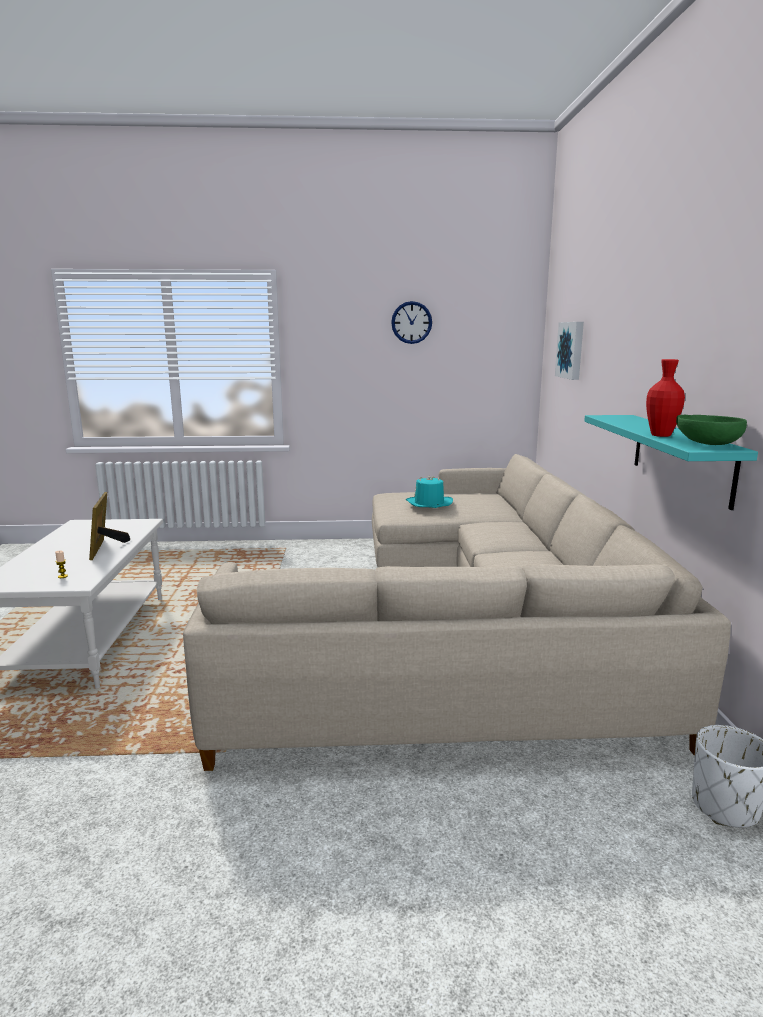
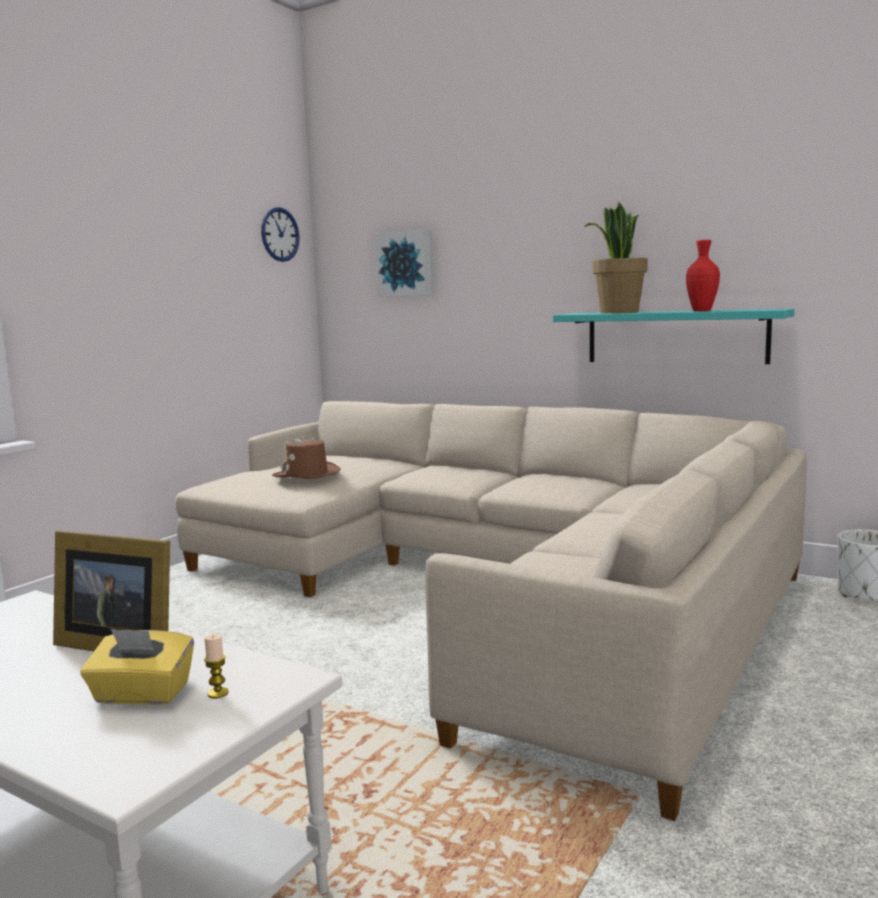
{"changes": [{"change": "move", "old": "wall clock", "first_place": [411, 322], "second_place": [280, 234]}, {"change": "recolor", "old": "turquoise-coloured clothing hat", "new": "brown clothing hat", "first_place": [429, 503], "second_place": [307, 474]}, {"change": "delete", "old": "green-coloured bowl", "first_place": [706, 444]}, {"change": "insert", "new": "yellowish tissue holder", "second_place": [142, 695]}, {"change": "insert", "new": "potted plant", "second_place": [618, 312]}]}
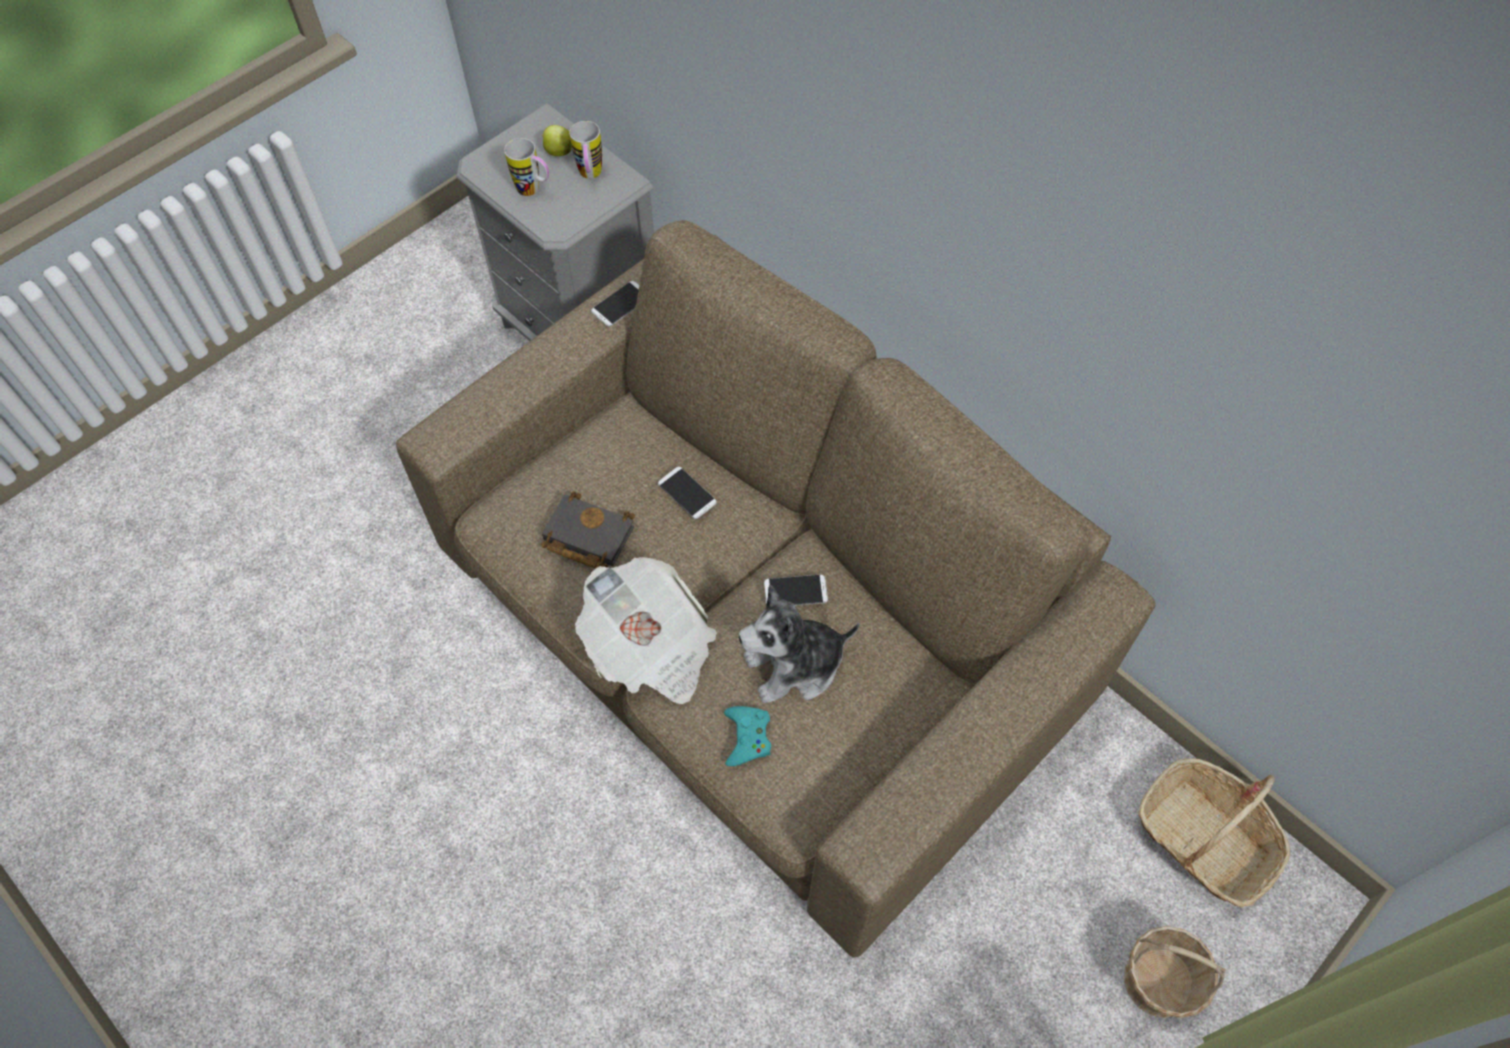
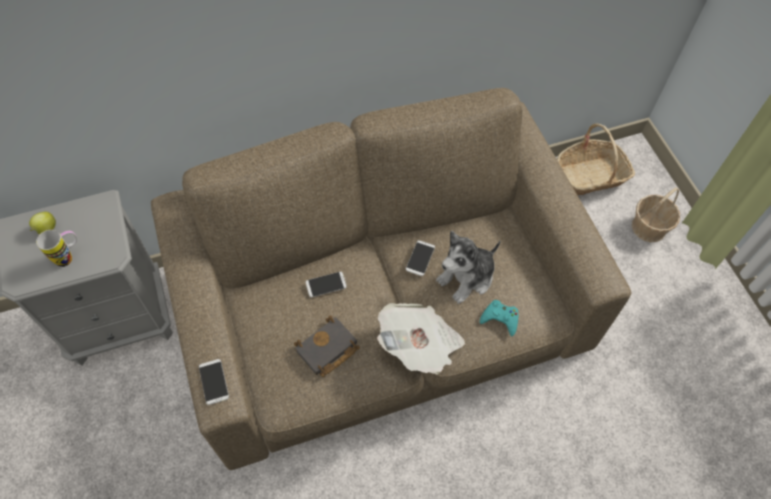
{"changes": [{"change": "delete", "old": "coffee mug", "first_place": [590, 176]}, {"change": "move", "old": "phone", "first_place": [621, 304], "second_place": [213, 382]}, {"change": "rotate", "old": "plush toy", "first_place": [795, 666], "second_place": [467, 277], "degrees": 45}]}
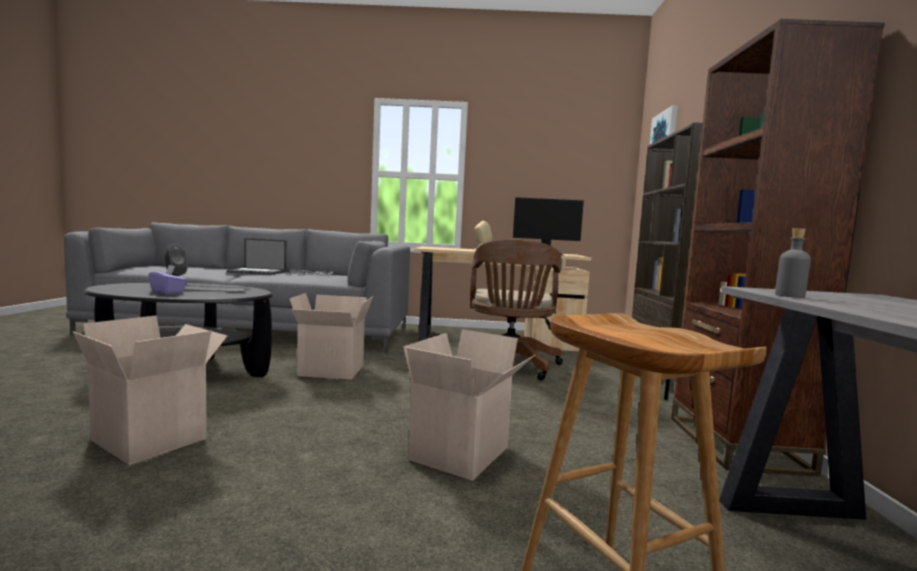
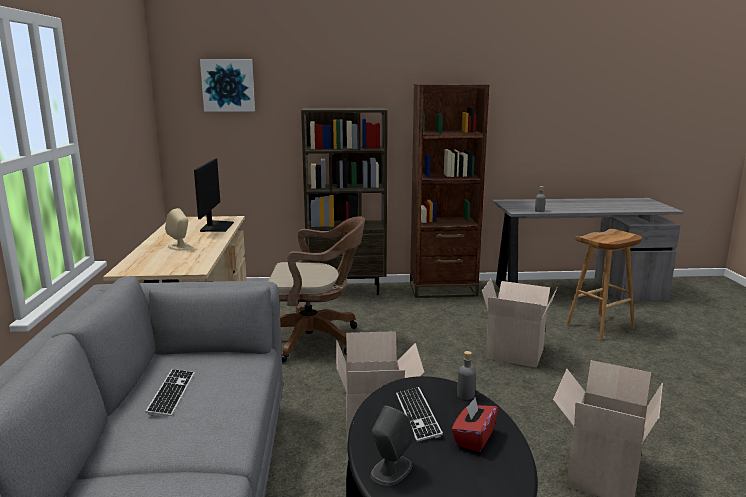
{"changes": [{"change": "recolor", "old": "purplish tissue holder", "new": "reddish tissue holder", "first_place": [168, 292], "second_place": [473, 438]}, {"change": "delete", "old": "notebook computer", "first_place": [258, 272]}, {"change": "insert", "new": "greyish bottle", "second_place": [465, 395]}]}
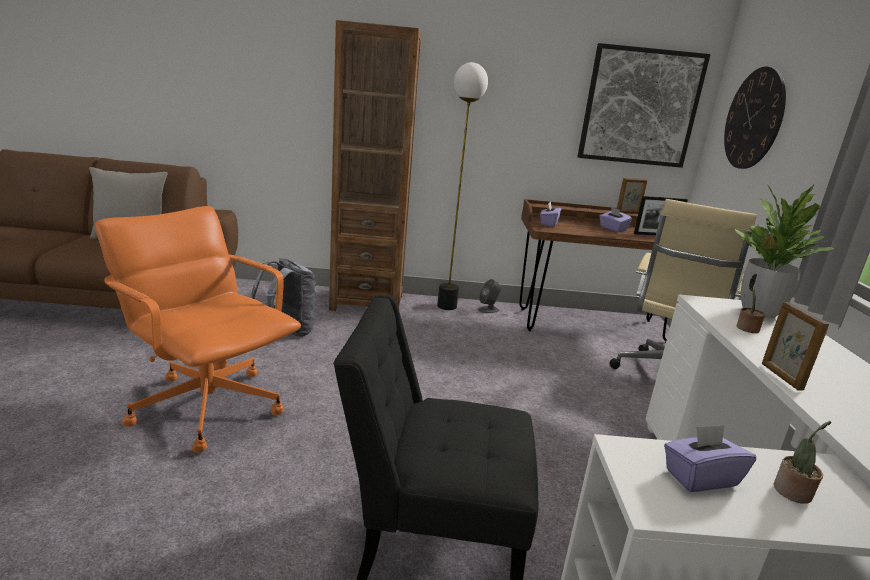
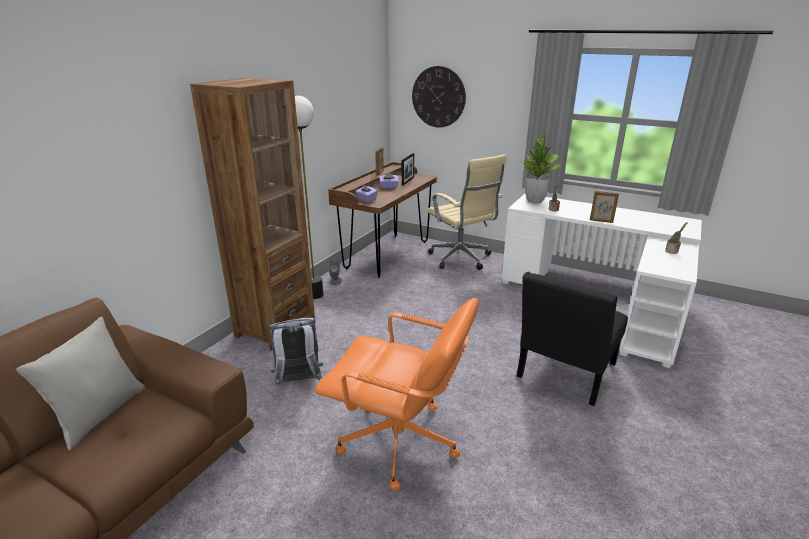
{"changes": [{"change": "rotate", "old": "orangey office chair", "first_place": [208, 405], "second_place": [400, 443], "degrees": -135}, {"change": "delete", "old": "wall picture", "first_place": [640, 107]}, {"change": "delete", "old": "purplish tissue holder", "first_place": [700, 477]}]}
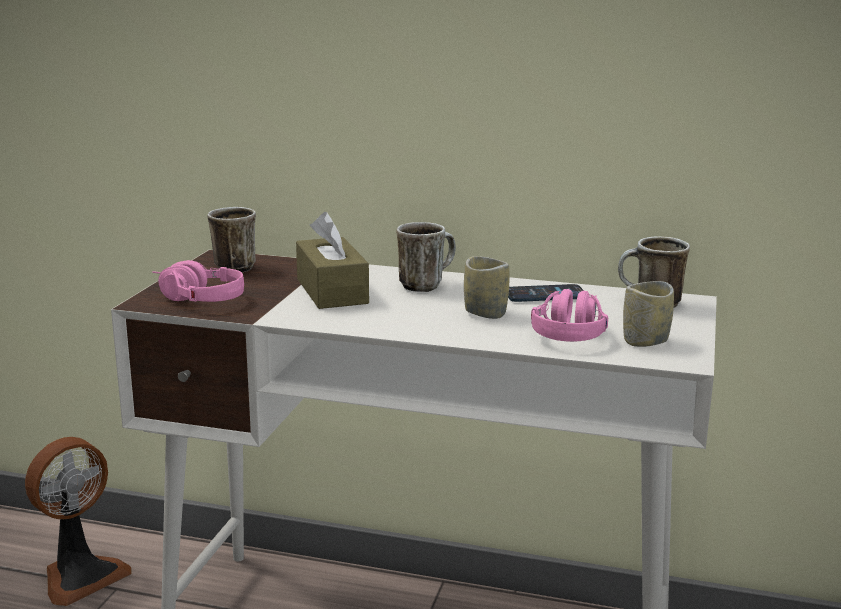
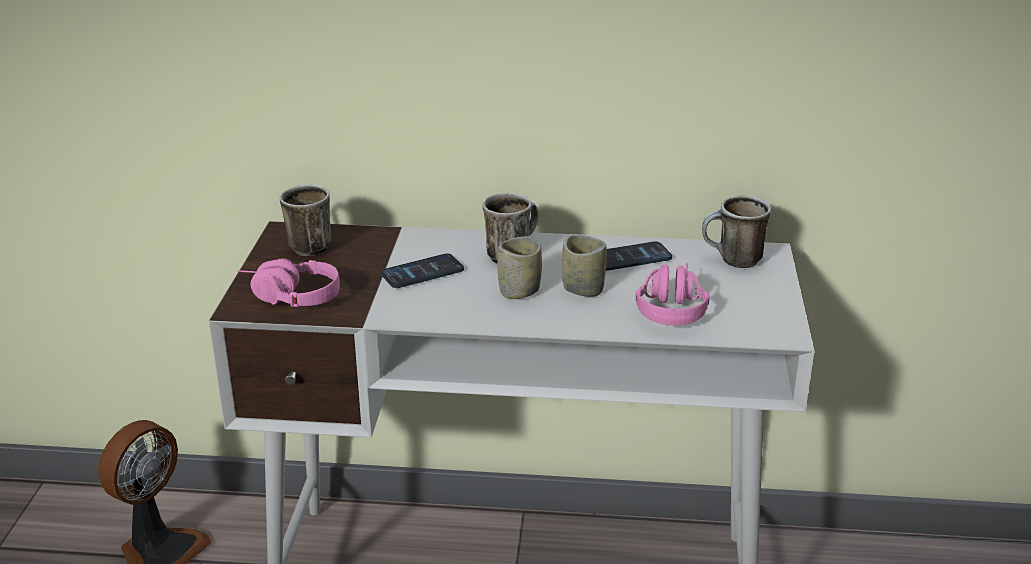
{"changes": [{"change": "replace", "old": "brown tissue holder", "new": "phone", "first_place": [332, 291], "second_place": [422, 272]}, {"change": "move", "old": "drinking cup", "first_place": [645, 341], "second_place": [519, 291]}]}
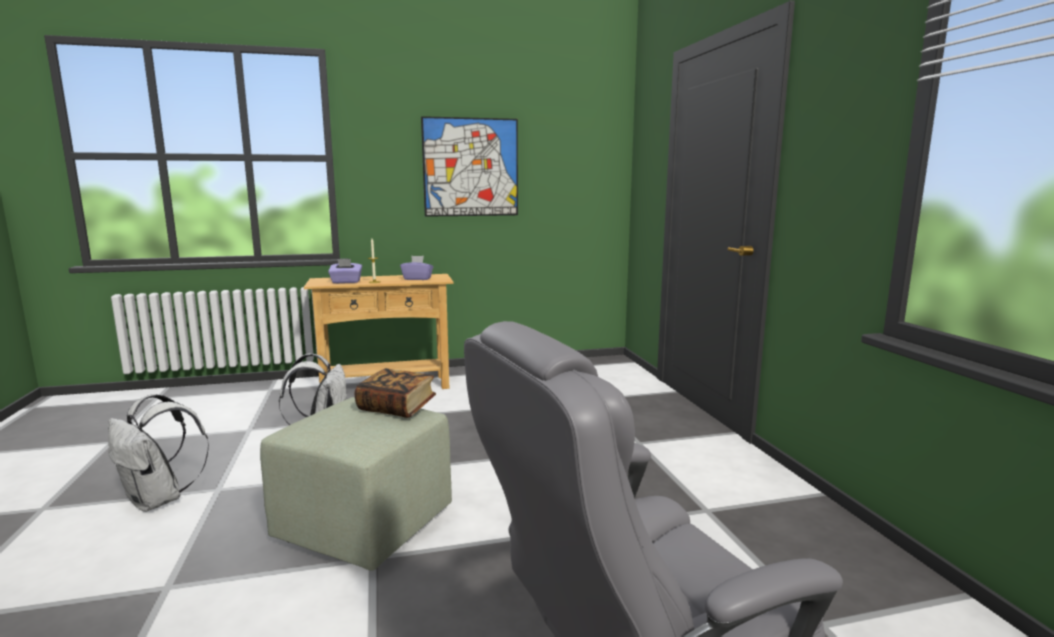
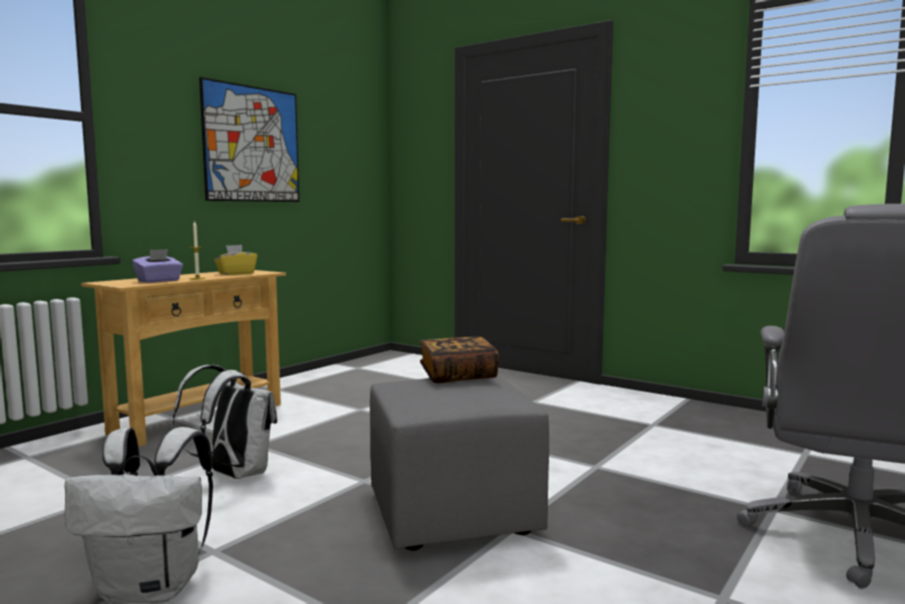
{"changes": [{"change": "recolor", "old": "green-coloured pouffe", "new": "greyish pouffe", "first_place": [364, 527], "second_place": [454, 515]}, {"change": "recolor", "old": "purplish tissue holder", "new": "yellowish tissue holder", "first_place": [417, 279], "second_place": [236, 273]}]}
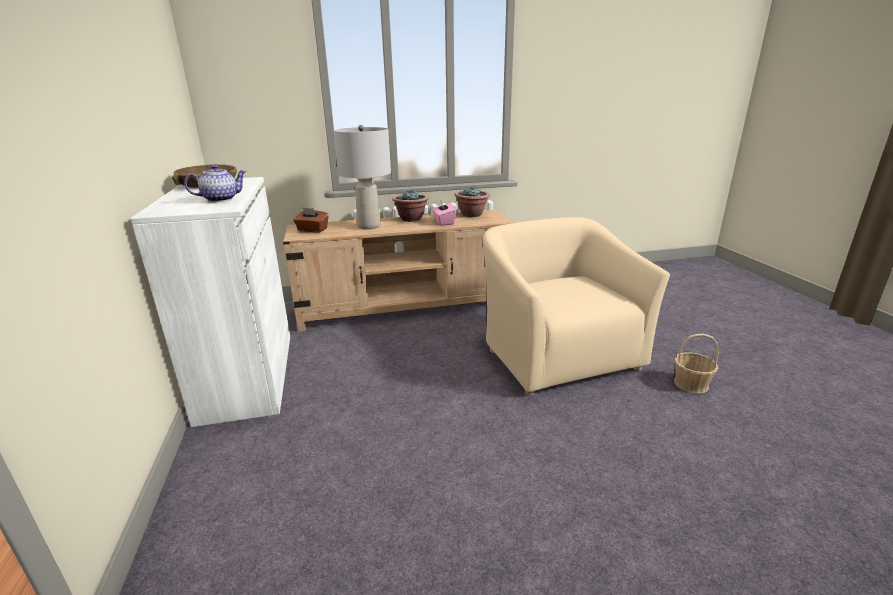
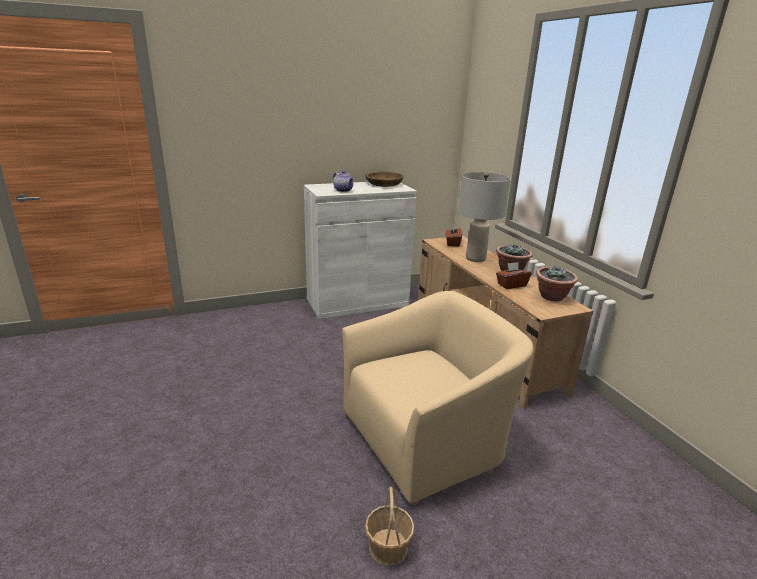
{"changes": [{"change": "recolor", "old": "pink-coloured tissue holder", "new": "brown tissue holder", "first_place": [443, 222], "second_place": [511, 285]}]}
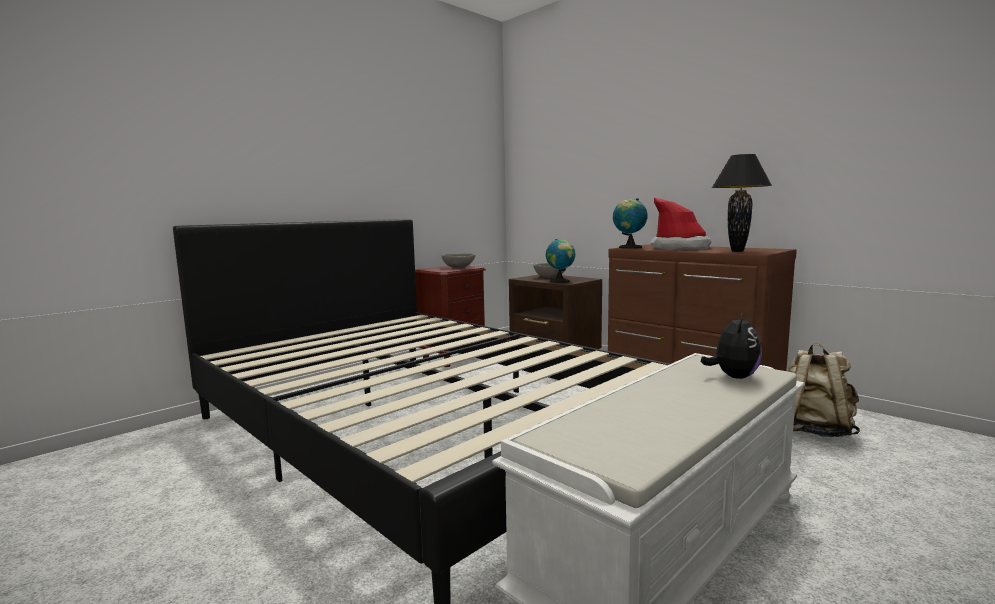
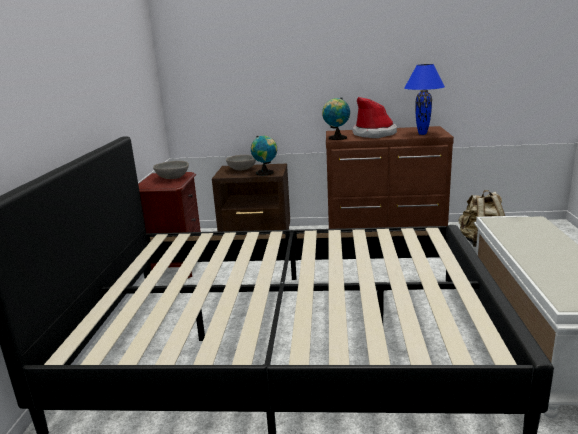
{"changes": [{"change": "delete", "old": "plush toy", "first_place": [733, 377]}, {"change": "recolor", "old": "black-coloured lamp for a table", "new": "blue-coloured lamp for a table", "first_place": [737, 251], "second_place": [422, 134]}]}
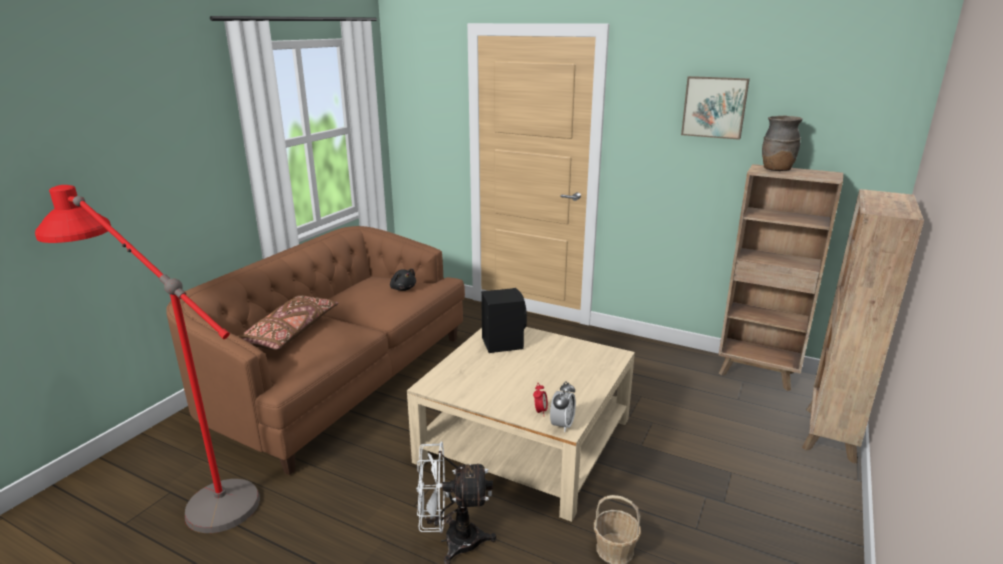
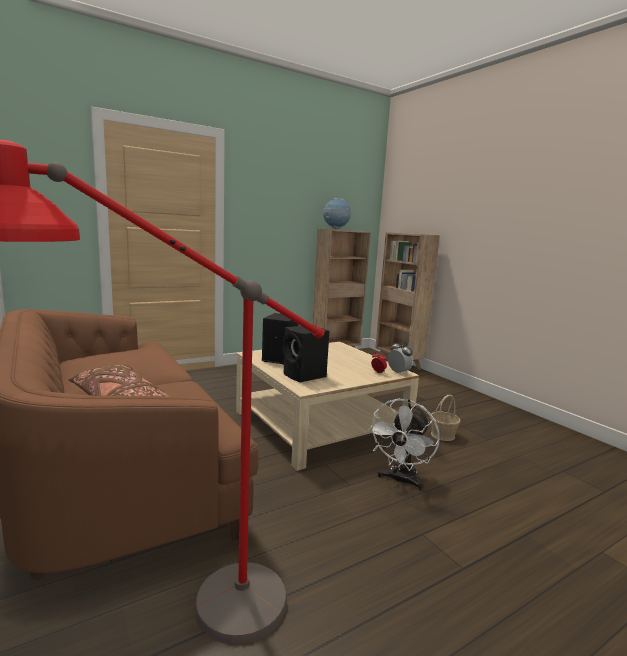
{"changes": [{"change": "delete", "old": "black-coloured plush toy", "first_place": [403, 288]}, {"change": "delete", "old": "wall picture", "first_place": [714, 107]}, {"change": "replace", "old": "brown flower vase", "new": "world globe", "first_place": [776, 170], "second_place": [336, 229]}, {"change": "insert", "new": "black-coloured speaker", "second_place": [305, 376]}]}
